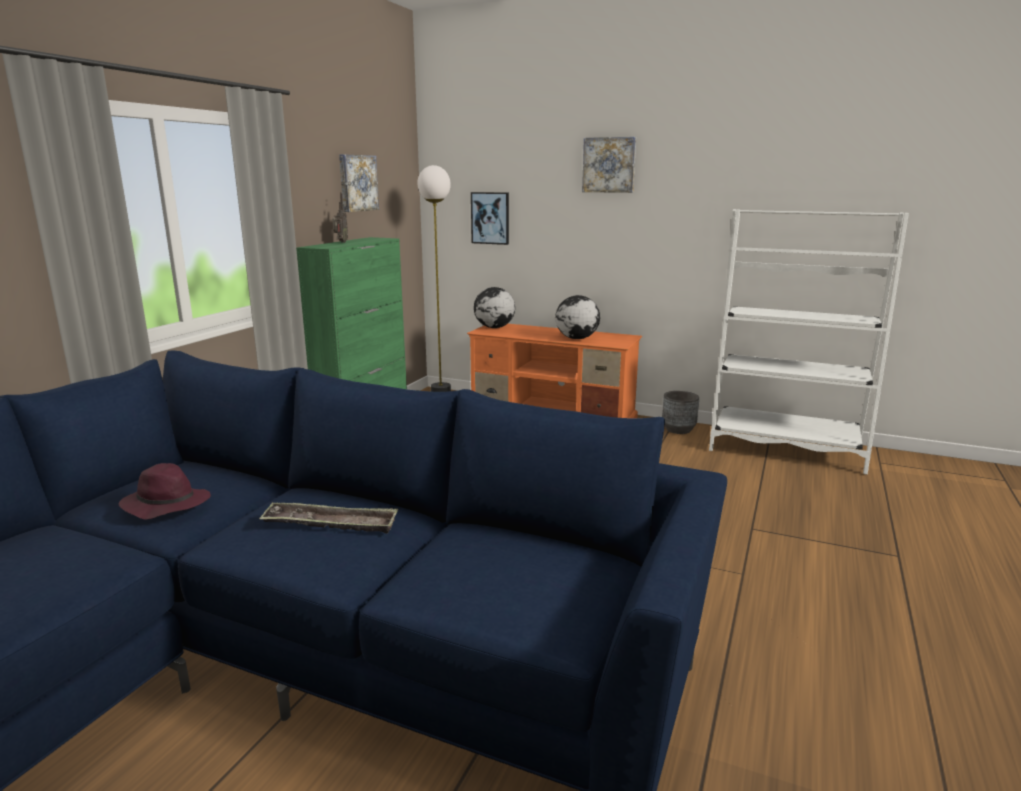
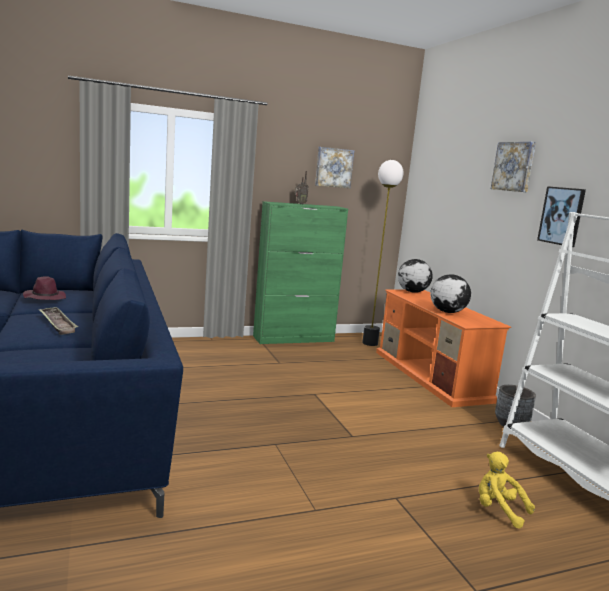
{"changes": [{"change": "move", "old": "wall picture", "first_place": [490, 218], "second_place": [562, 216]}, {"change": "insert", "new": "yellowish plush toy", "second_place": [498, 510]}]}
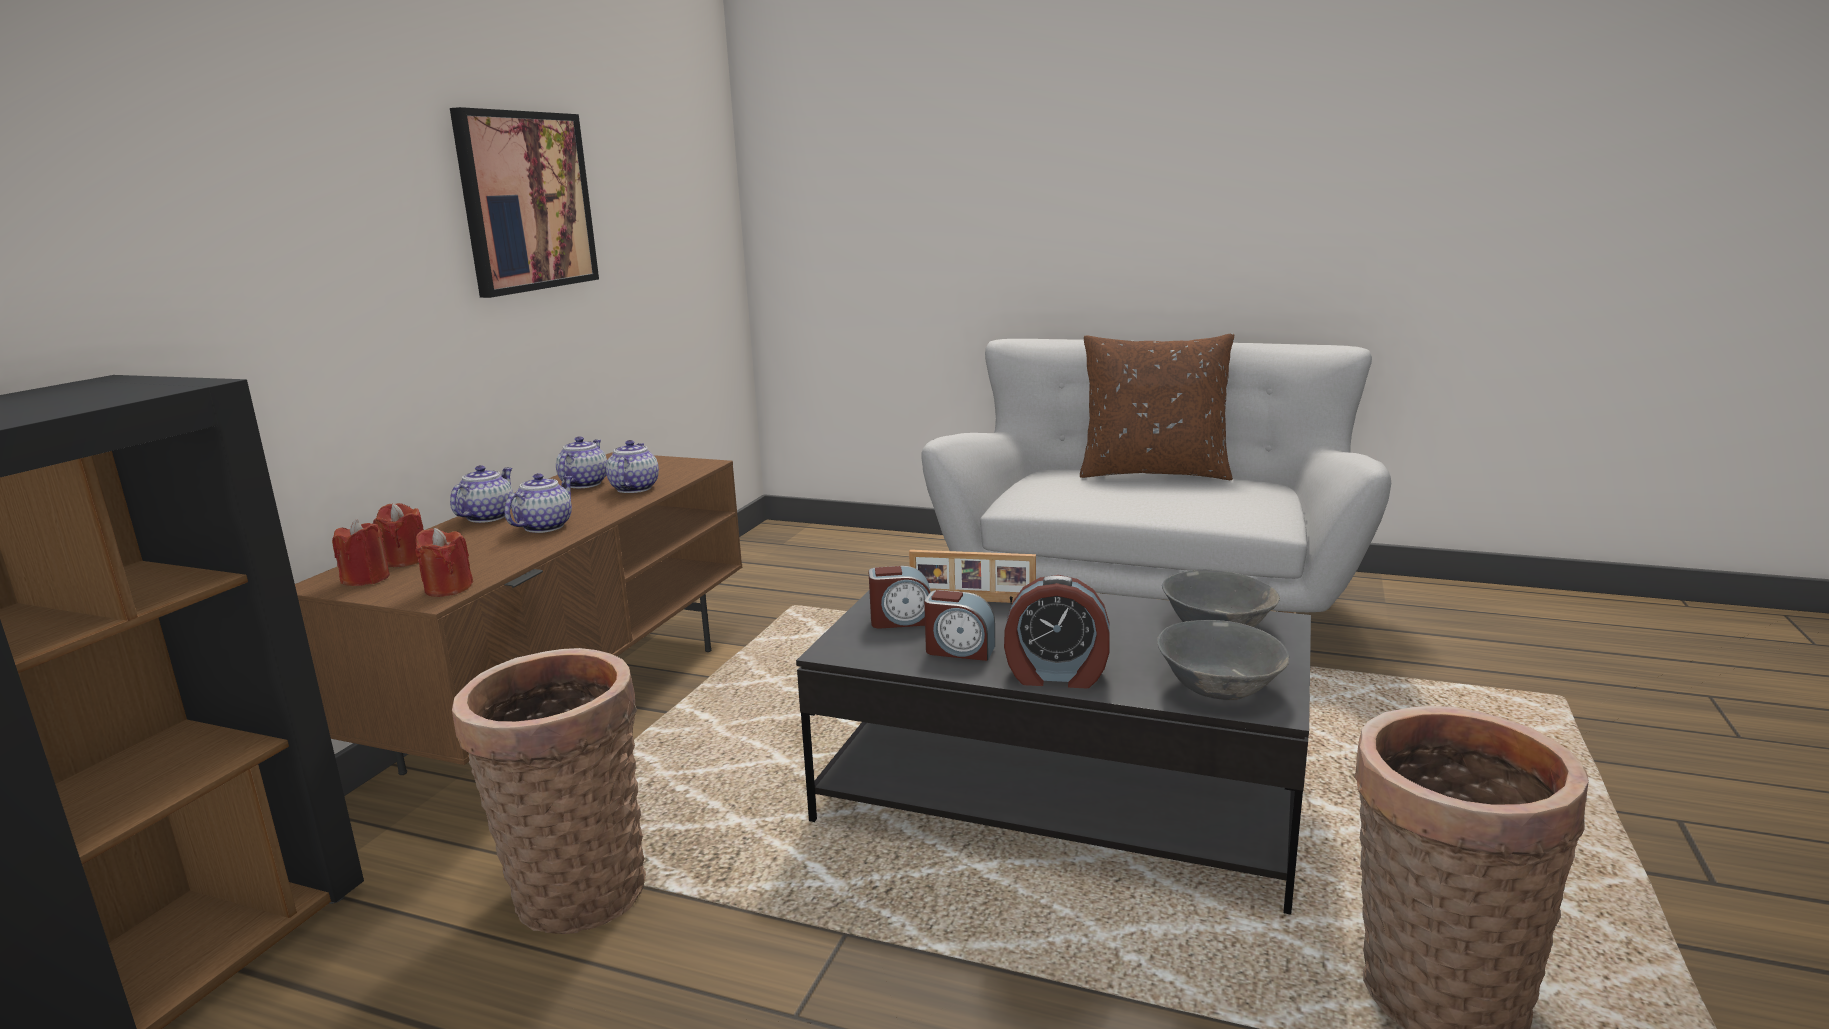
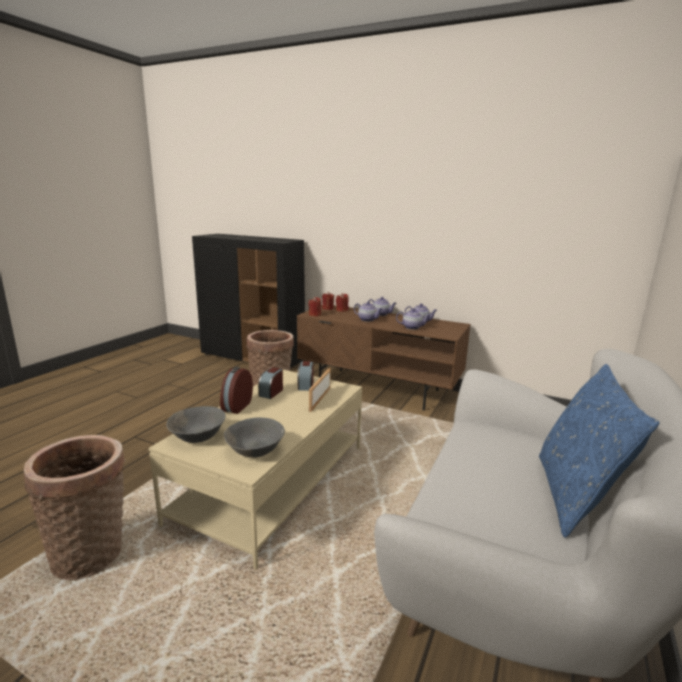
{"changes": [{"change": "delete", "old": "wall picture", "first_place": [526, 201]}, {"change": "recolor", "old": "black-coloured lounge table", "new": "sand-coloured lounge table", "first_place": [1060, 797], "second_place": [273, 483]}, {"change": "recolor", "old": "brown cushion", "new": "blue-coloured cushion", "first_place": [1153, 472], "second_place": [575, 496]}]}
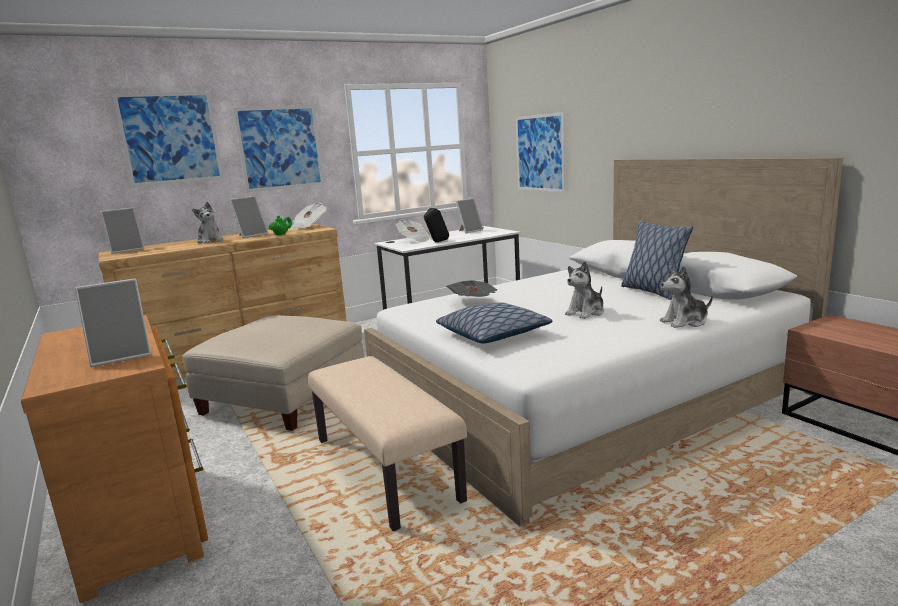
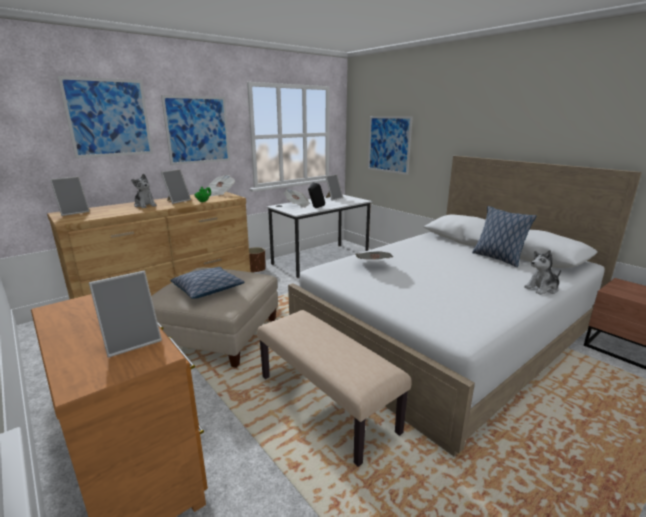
{"changes": [{"change": "move", "old": "cushion", "first_place": [493, 334], "second_place": [208, 289]}, {"change": "delete", "old": "plush toy", "first_place": [586, 312]}, {"change": "insert", "new": "brown plant pot", "second_place": [256, 269]}]}
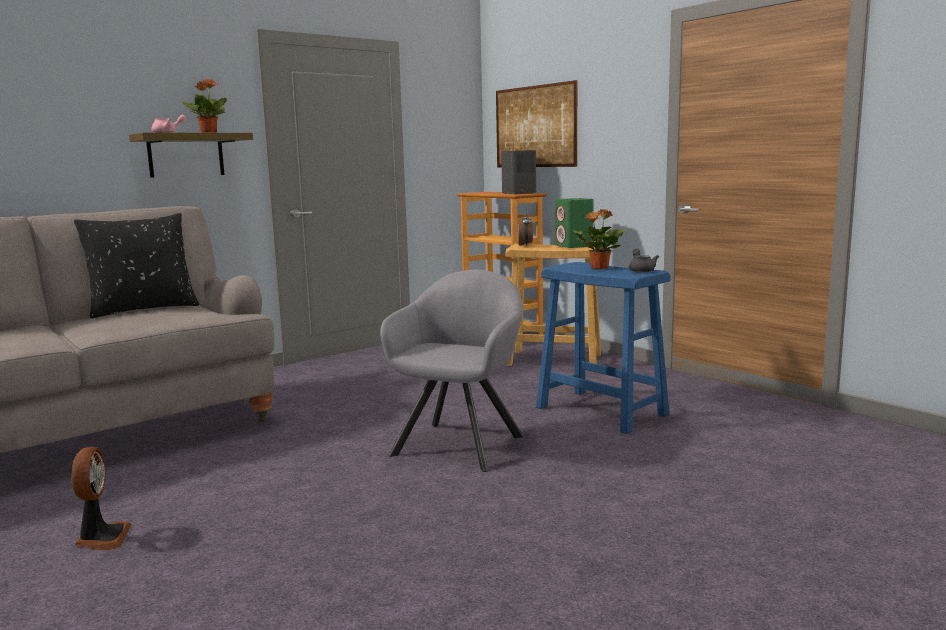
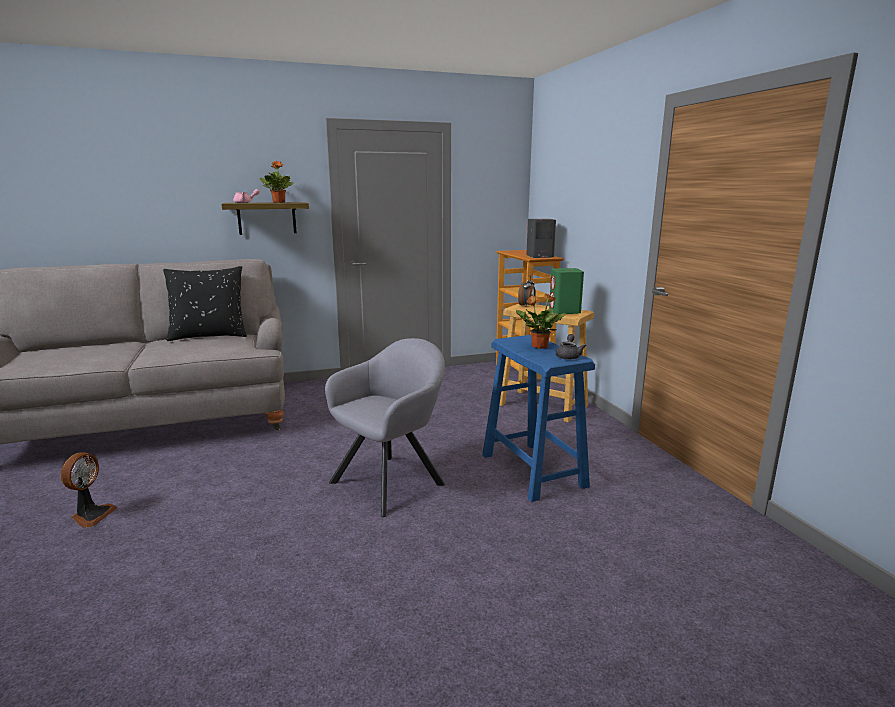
{"changes": [{"change": "delete", "old": "wall picture", "first_place": [535, 126]}]}
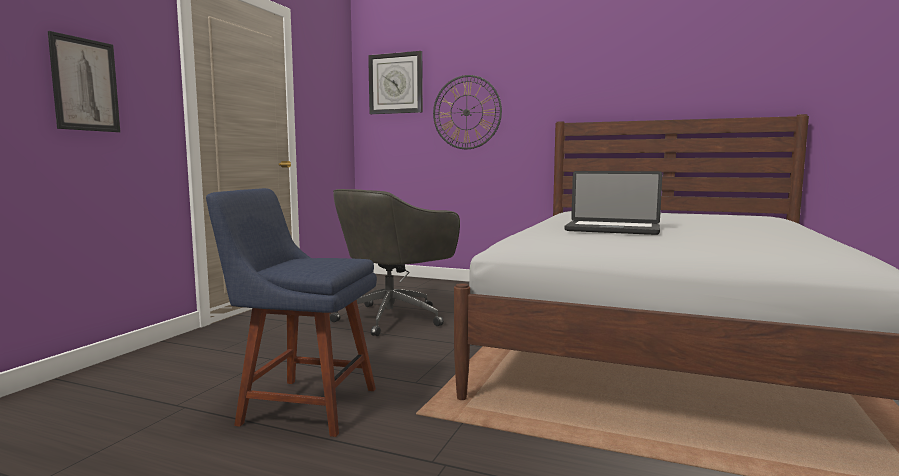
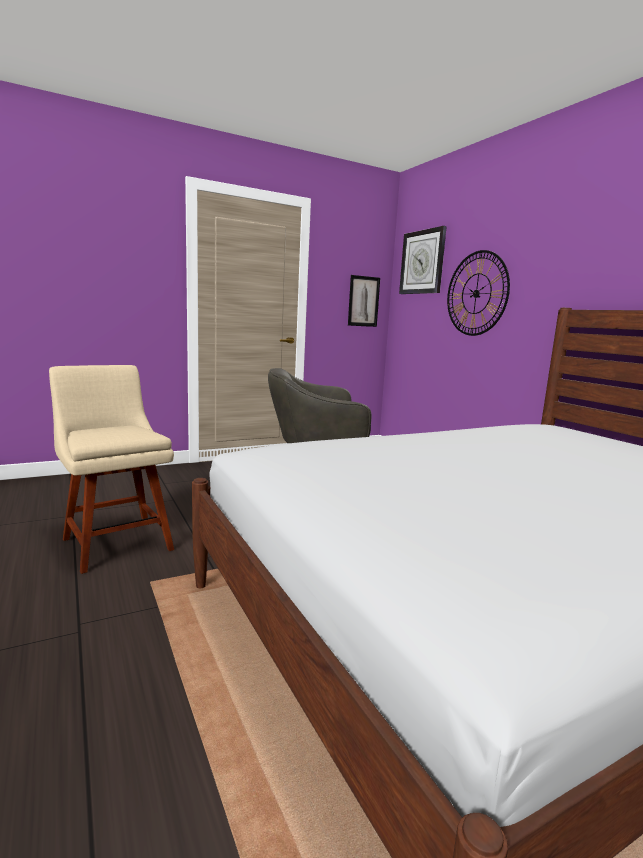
{"changes": [{"change": "move", "old": "wall picture", "first_place": [85, 85], "second_place": [363, 301]}, {"change": "recolor", "old": "blue-coloured chair", "new": "sand-coloured chair", "first_place": [303, 405], "second_place": [116, 542]}, {"change": "delete", "old": "notebook computer", "first_place": [612, 230]}]}
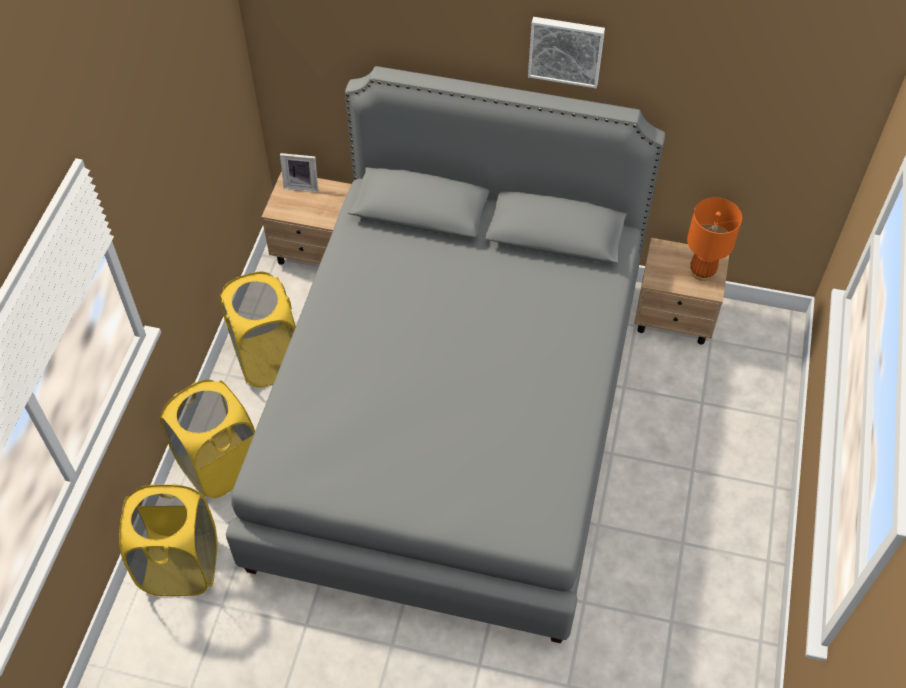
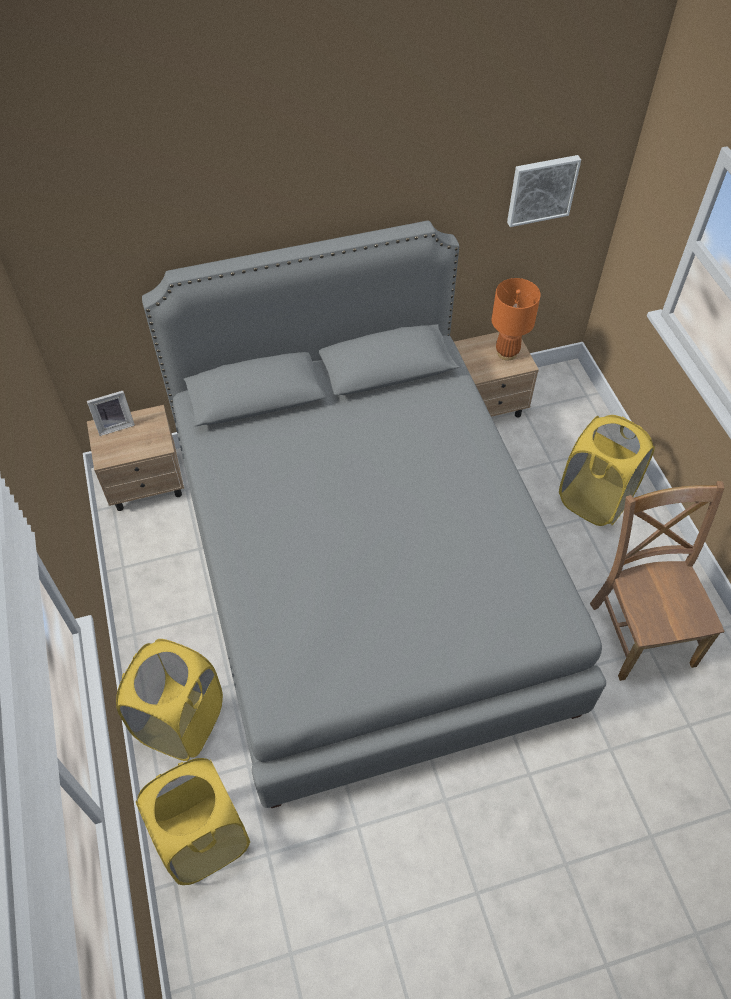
{"changes": [{"change": "move", "old": "yellowish hamper", "first_place": [267, 359], "second_place": [594, 499]}, {"change": "move", "old": "wall picture", "first_place": [566, 50], "second_place": [541, 189]}, {"change": "insert", "new": "brown chair", "second_place": [641, 629]}]}
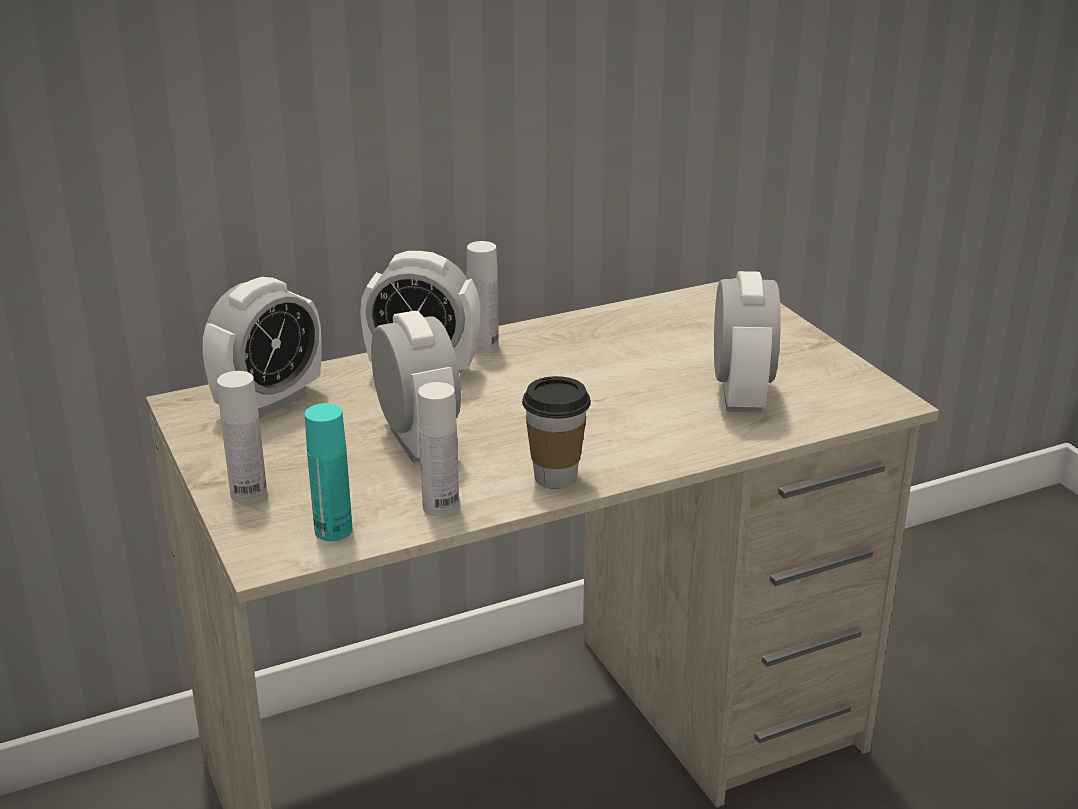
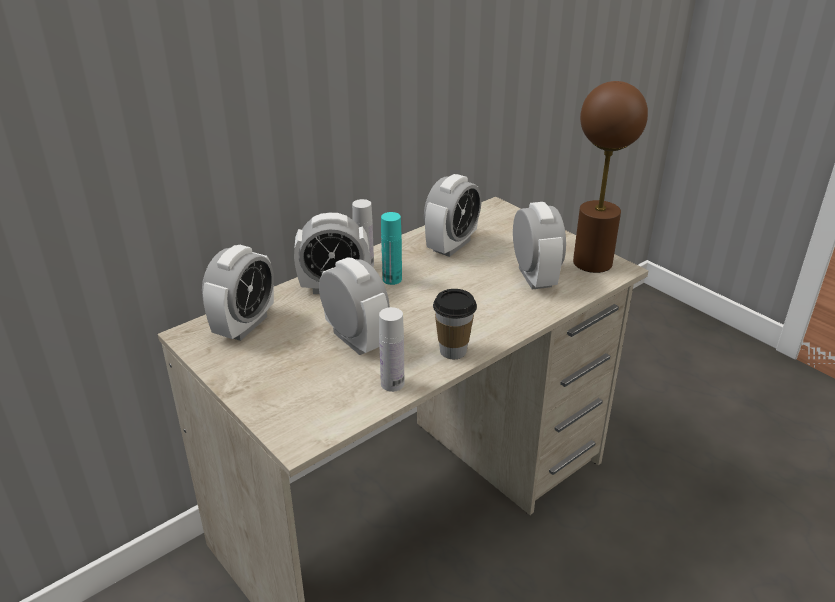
{"changes": [{"change": "delete", "old": "white-coloured bottle", "first_place": [249, 494]}, {"change": "move", "old": "turquoise-coloured bottle", "first_place": [333, 530], "second_place": [392, 279]}, {"change": "insert", "new": "bedside clock", "second_place": [451, 245]}, {"change": "insert", "new": "brown lamp for a table", "second_place": [592, 262]}]}
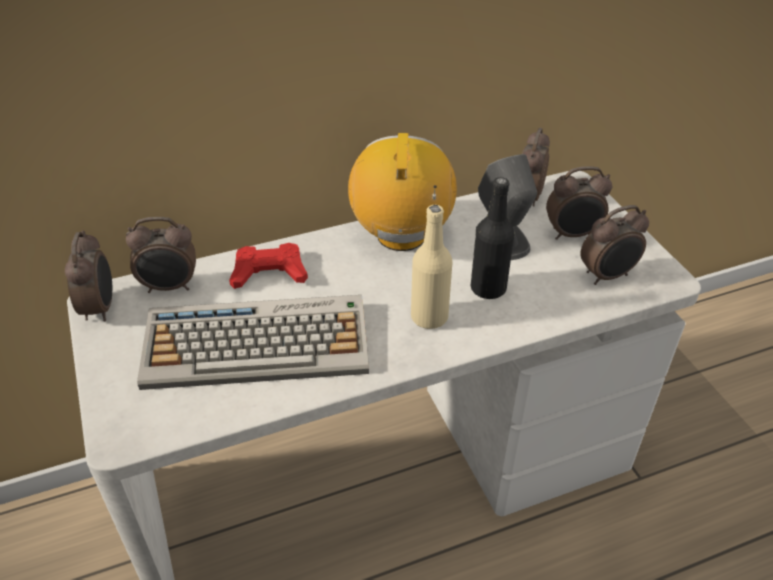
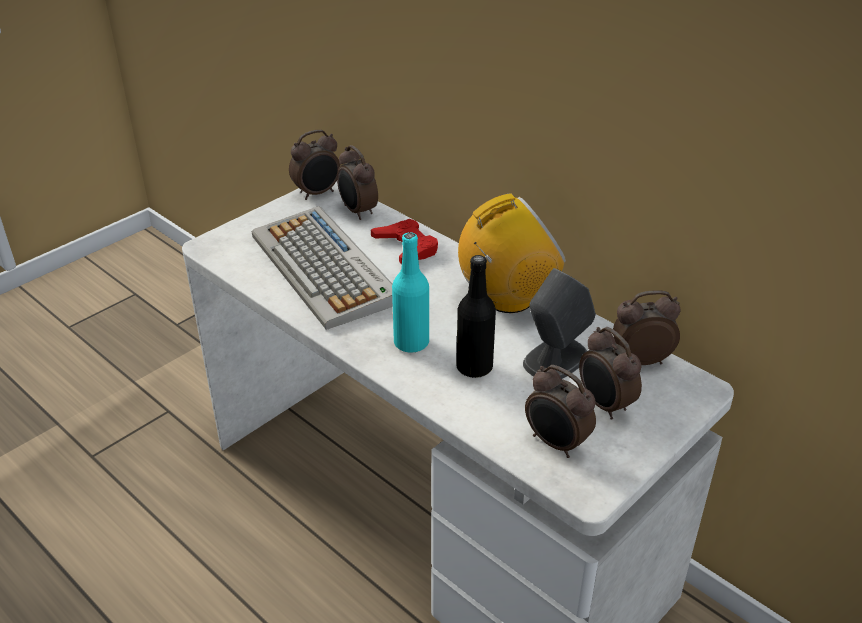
{"changes": [{"change": "recolor", "old": "sand-coloured bottle", "new": "turquoise-coloured bottle", "first_place": [429, 317], "second_place": [411, 343]}]}
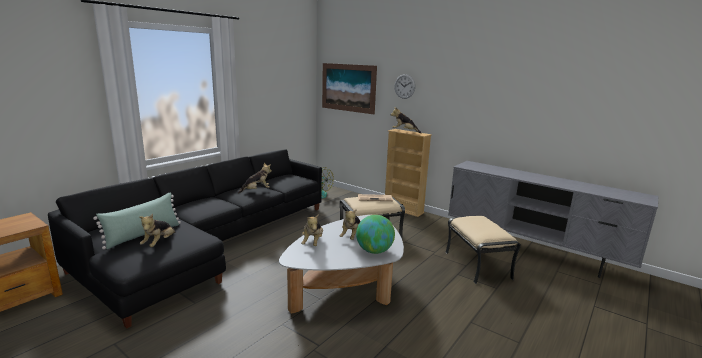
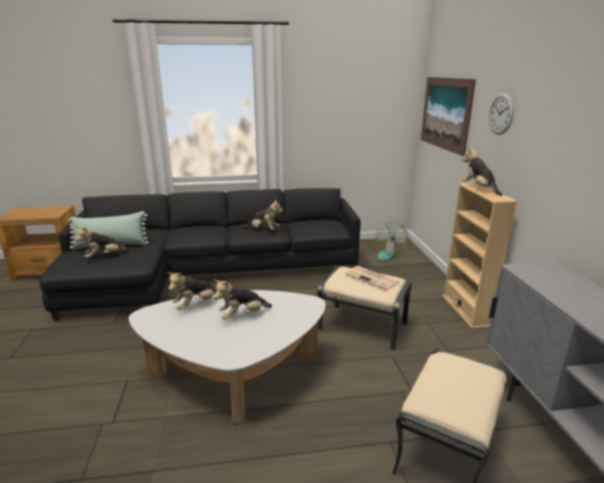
{"changes": [{"change": "delete", "old": "world globe", "first_place": [374, 251]}]}
